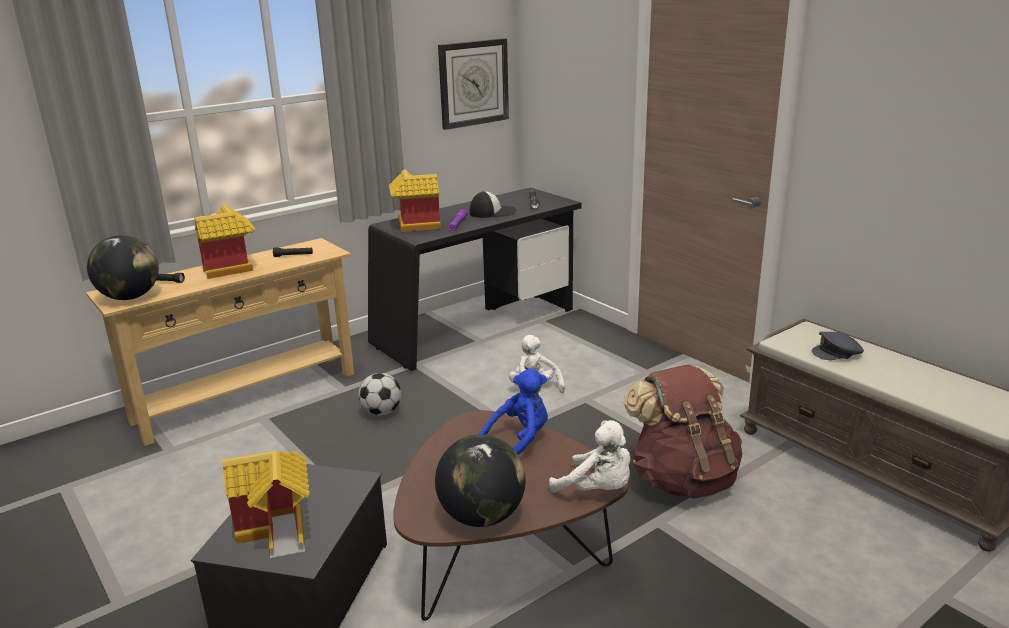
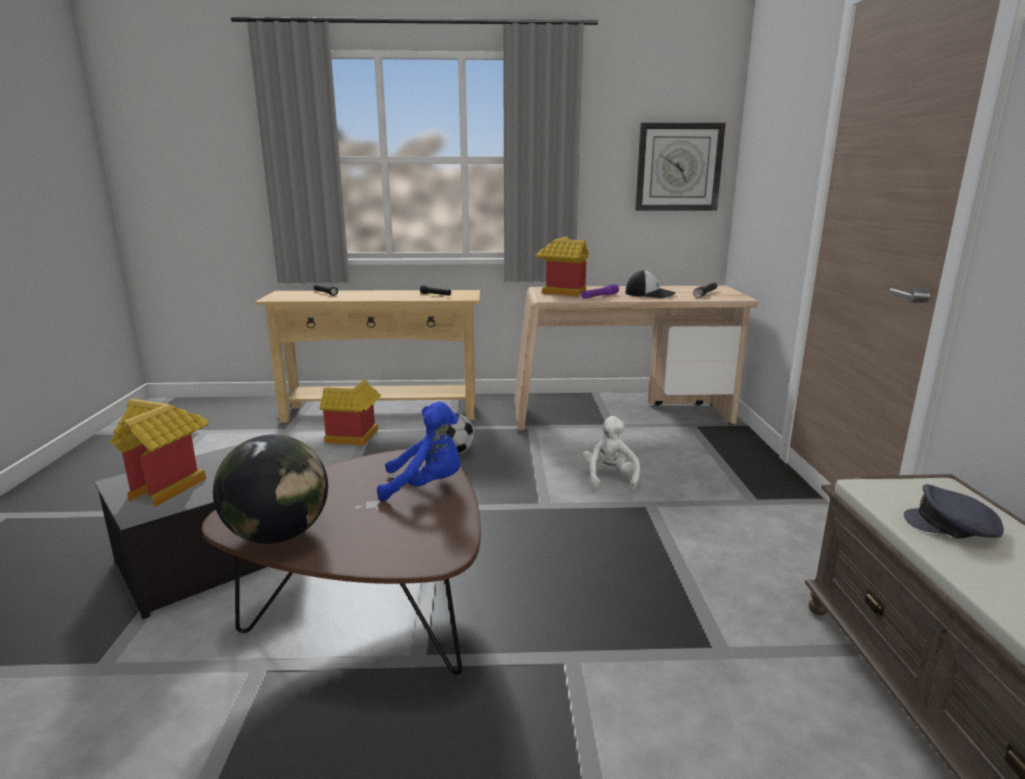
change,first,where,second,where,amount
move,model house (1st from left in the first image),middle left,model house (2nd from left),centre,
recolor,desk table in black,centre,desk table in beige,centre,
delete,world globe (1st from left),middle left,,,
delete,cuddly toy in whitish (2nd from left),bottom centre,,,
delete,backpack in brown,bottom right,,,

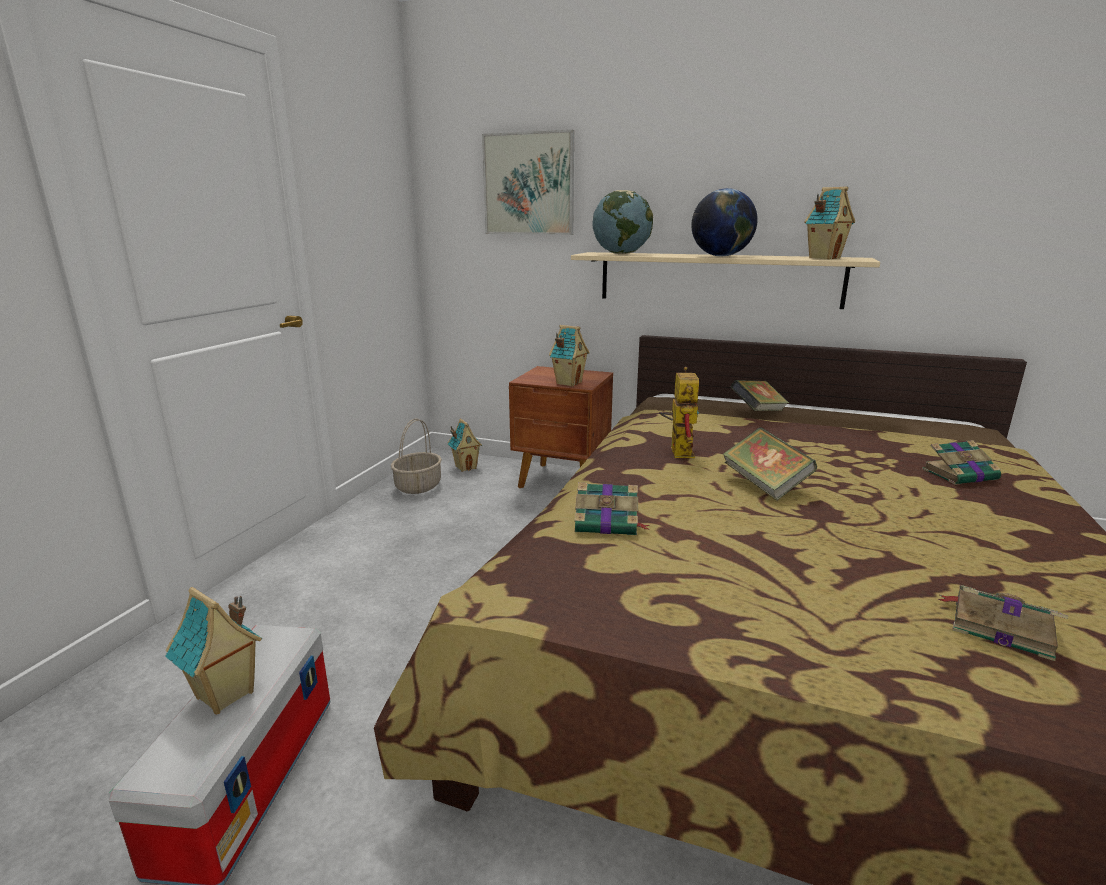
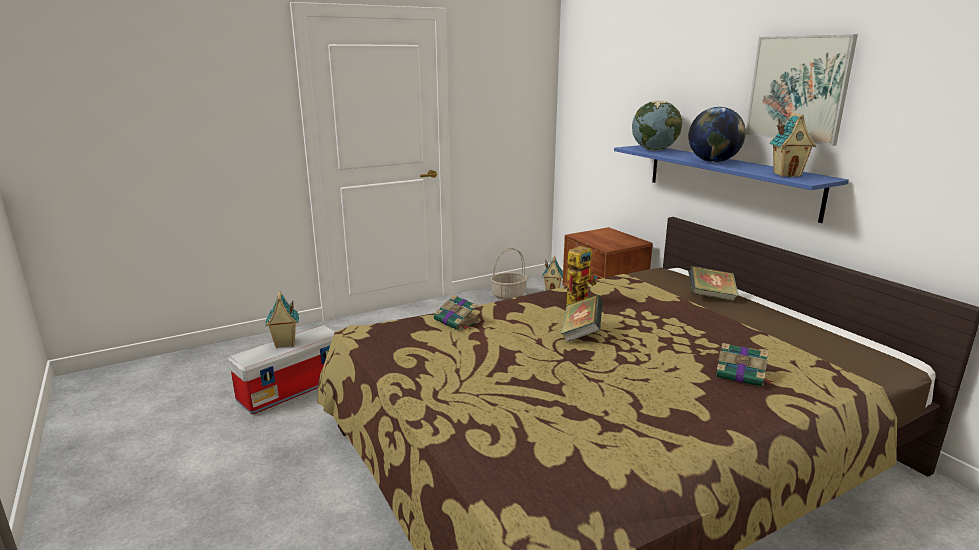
change,first,where,second,where,amount
recolor,bracket shelf in beige,top centre,bracket shelf in bluish,middle right,
move,wall art,top centre,,top right,
delete,model house (3rd from left),centre,,,
delete,book (5th from left),bottom right,,,

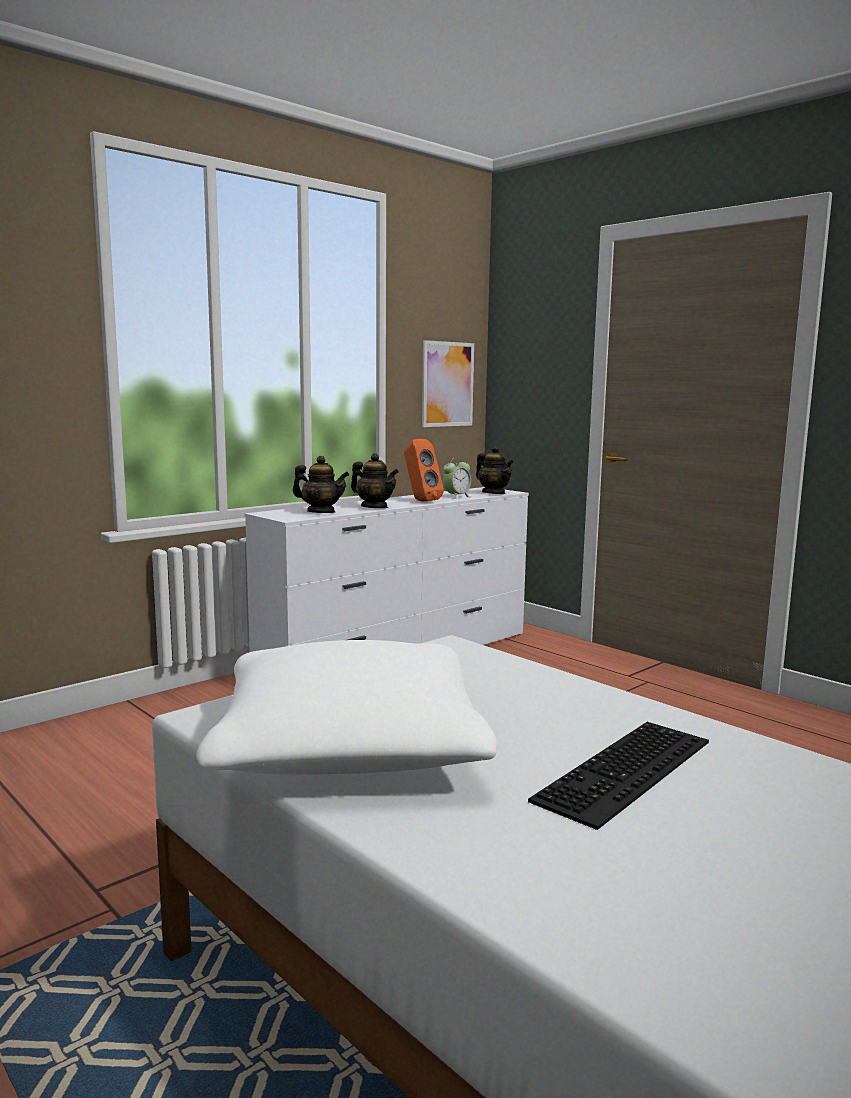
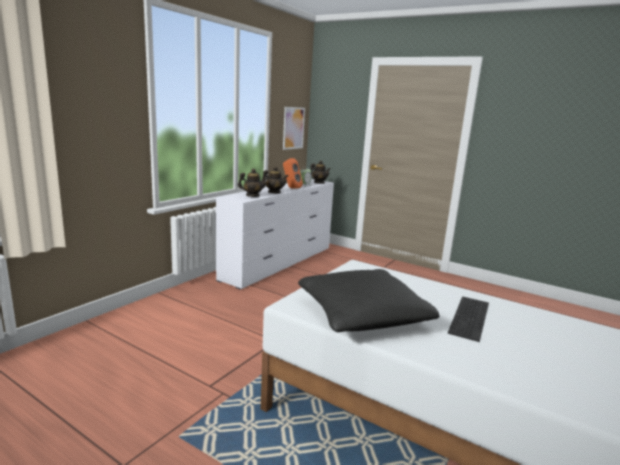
change,first,where,second,where,amount
recolor,cushion in whitish,centre,cushion in black,centre,

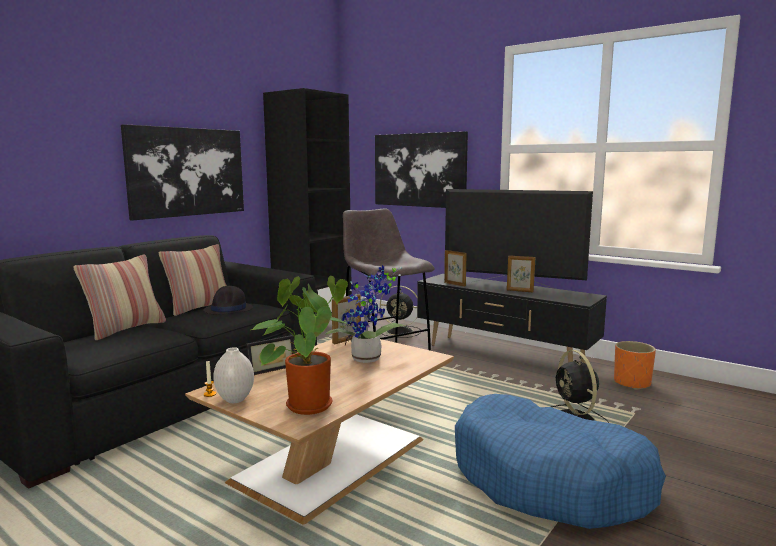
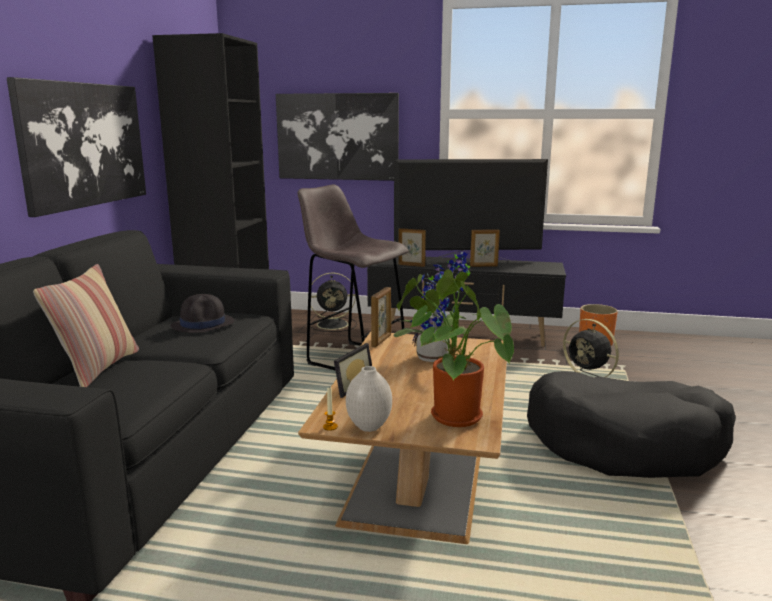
change,first,where,second,where,amount
recolor,dog cushion in bluish,bottom right,dog cushion in black,bottom right,
delete,cushion (2nd from left),middle left,,,

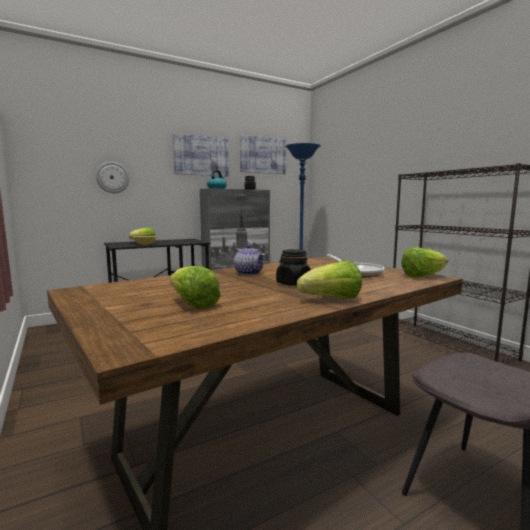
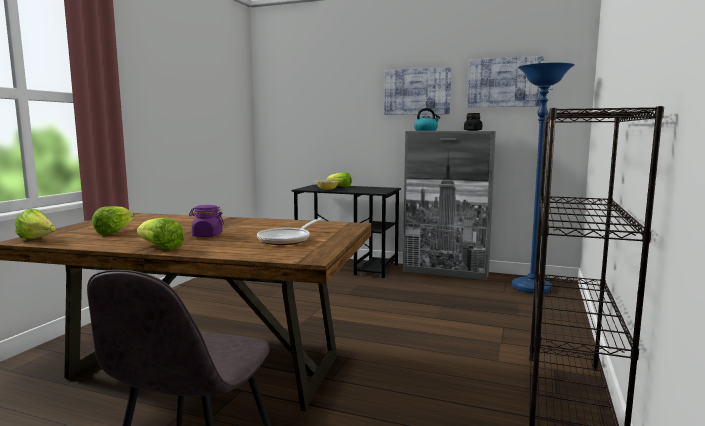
change,first,where,second,where,amount
move,lettuce (4th from left in the first image),middle right,lettuce (1st from left),middle left,
recolor,storage jar in black (2nd from left),centre,storage jar in purple,middle left,
delete,clock on the wall,middle left,,,
delete,tea pot,centre,,,

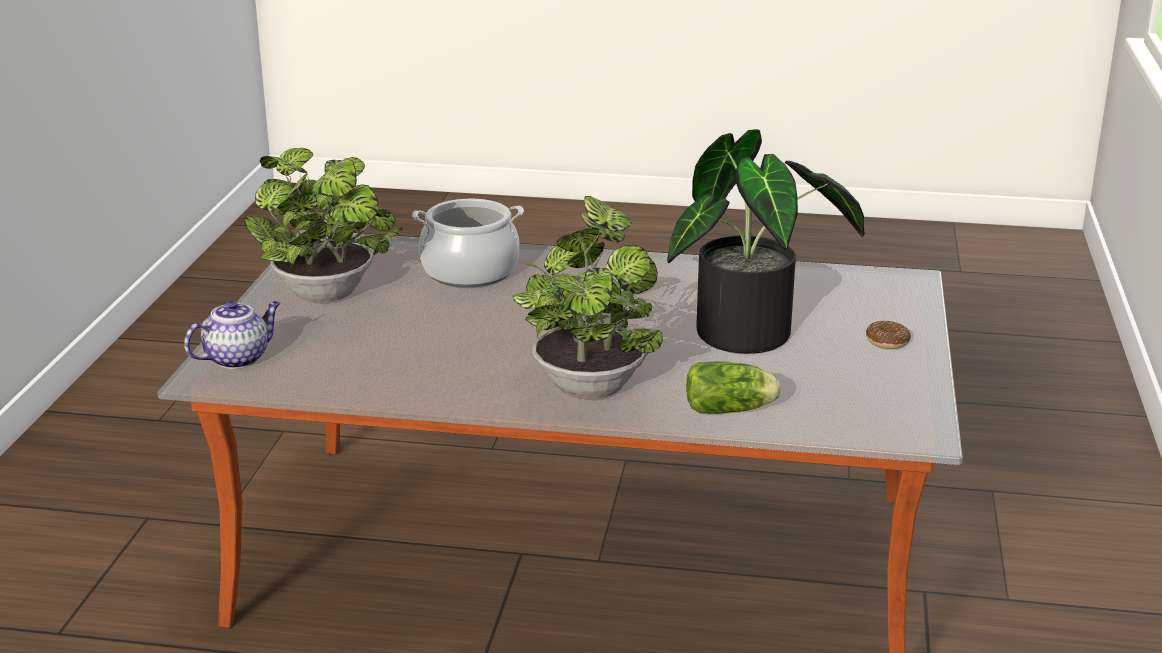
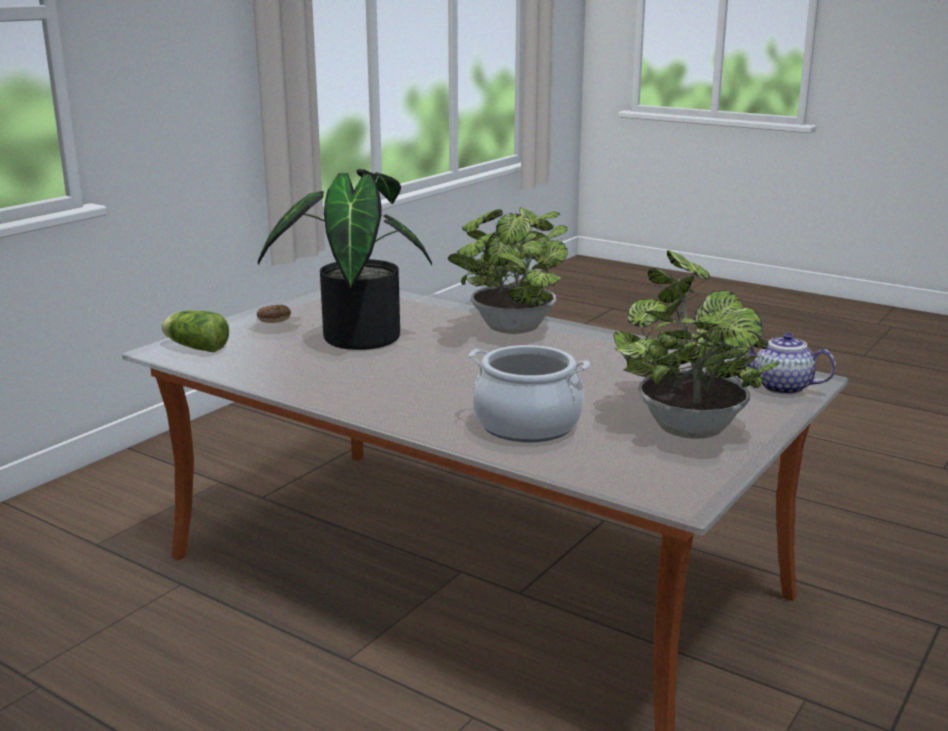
change,first,where,second,where,amount
move,lettuce,centre,,middle left,
rotate,tea pot,middle left,,middle right,45 degrees clockwise

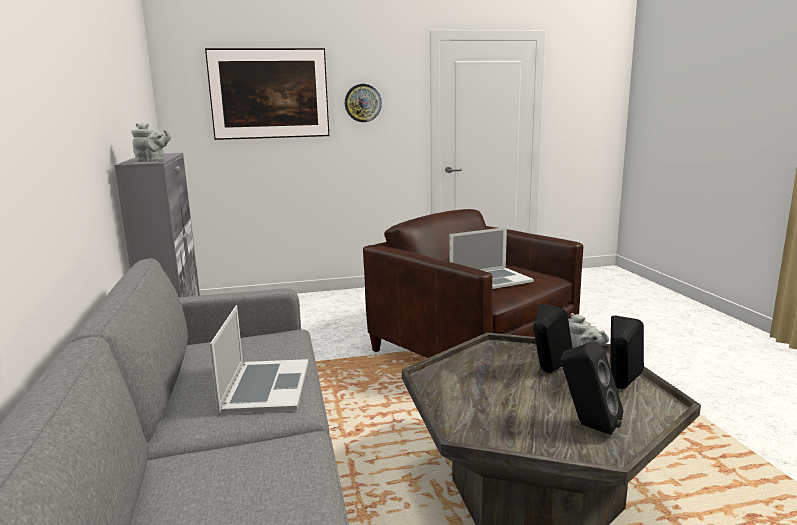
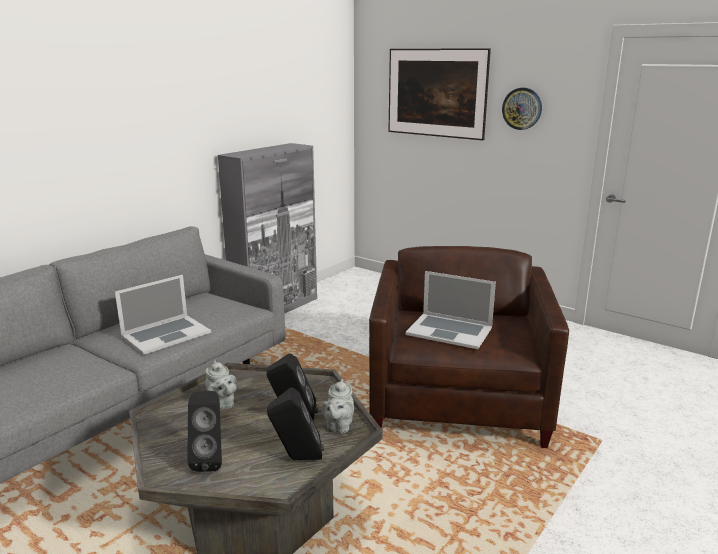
change,first,where,second,where,amount
move,tea pot in greyish (1st from left),top left,,bottom left,

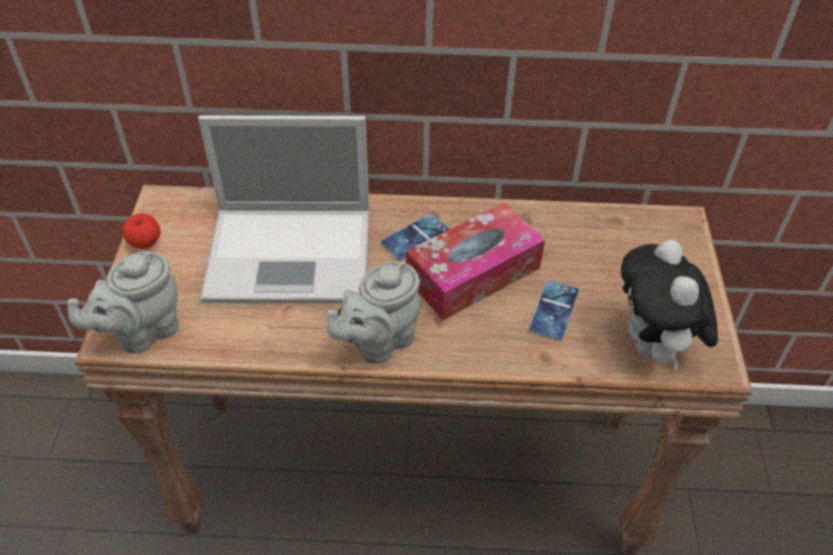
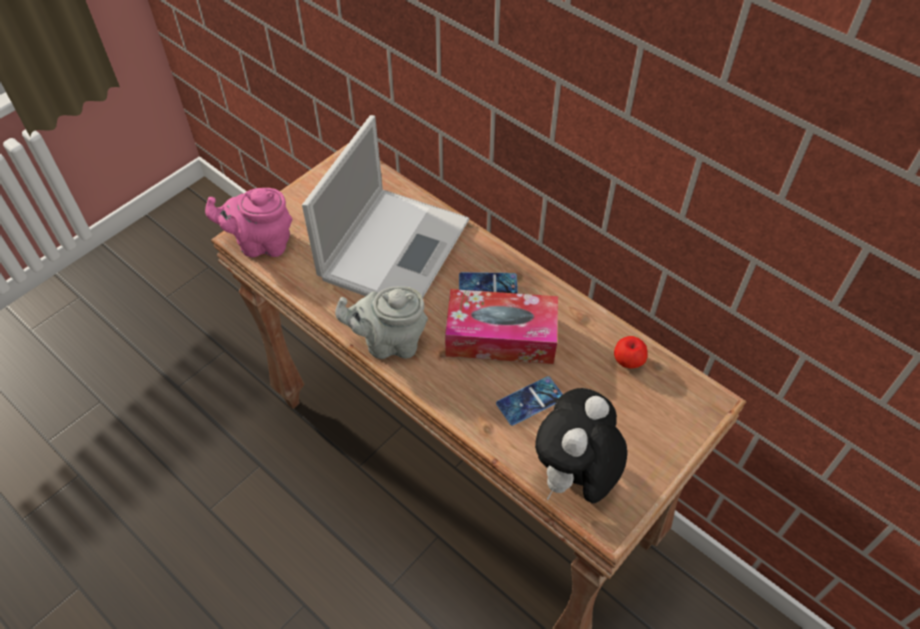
change,first,where,second,where,amount
recolor,tea pot in greyish (1st from left),middle left,tea pot in pinkish,middle left,
rotate,laptop,centre,,top centre,105 degrees counterclockwise
move,apple fruit,middle left,,middle right,

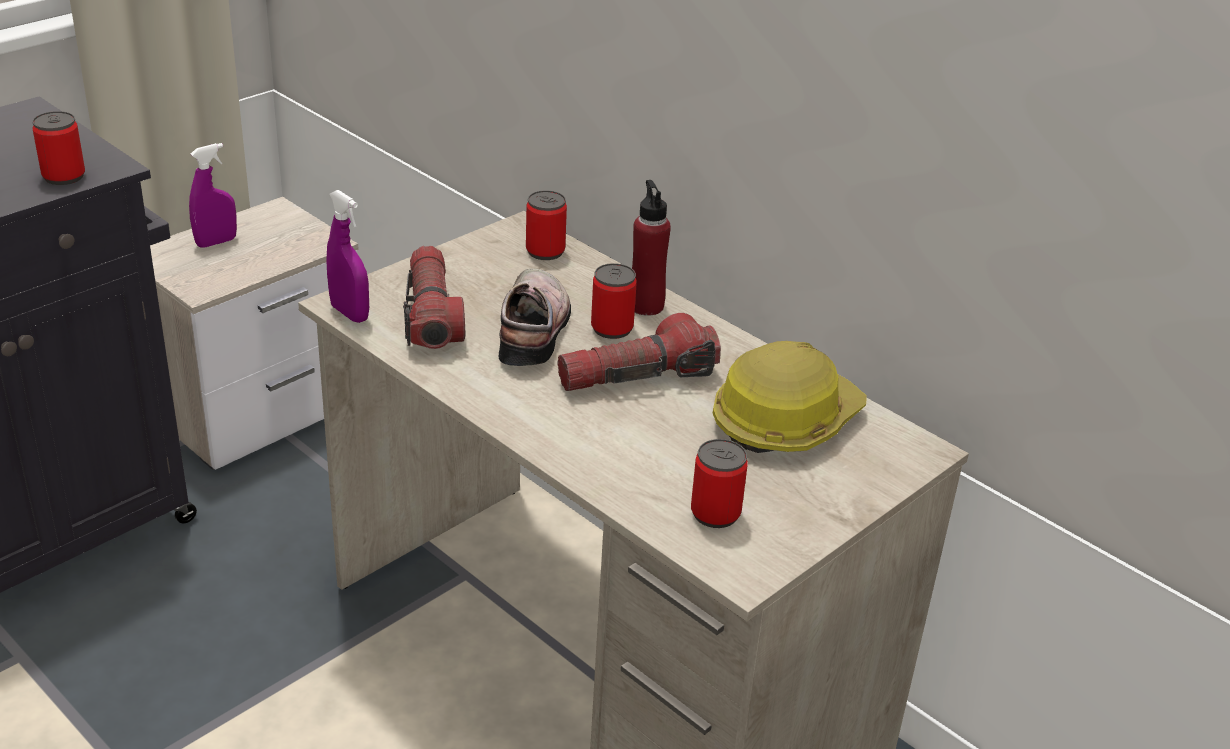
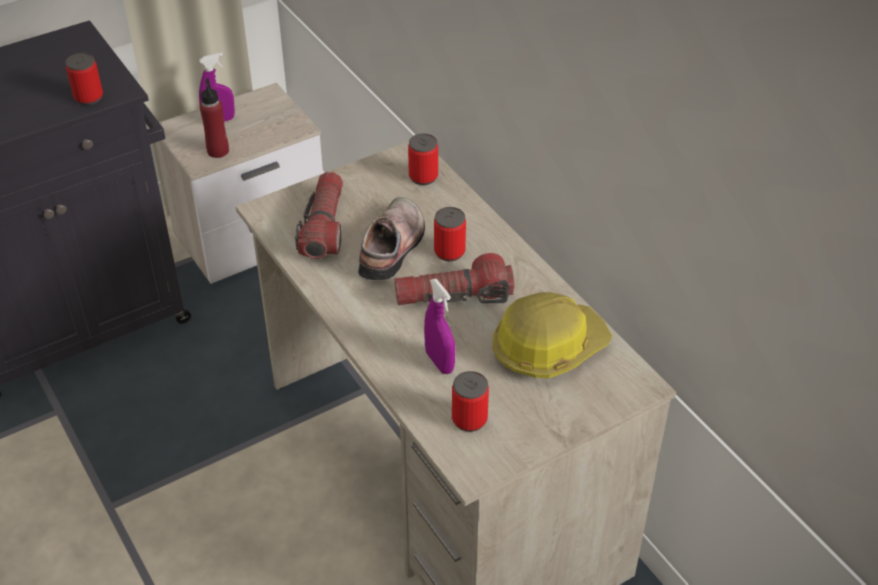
change,first,where,second,where,amount
move,drink bottle in reddish,top centre,,top left,
move,sprayer in purple (2nd from left),middle left,,centre,

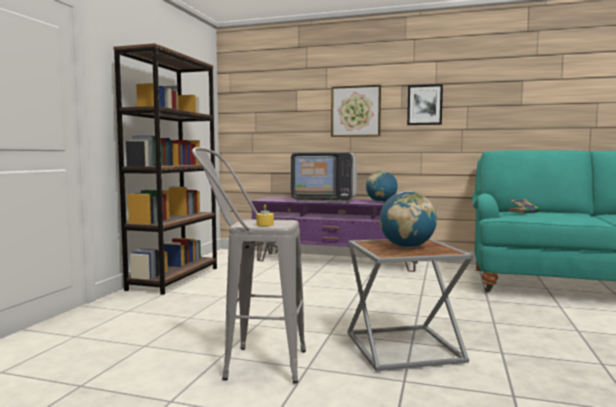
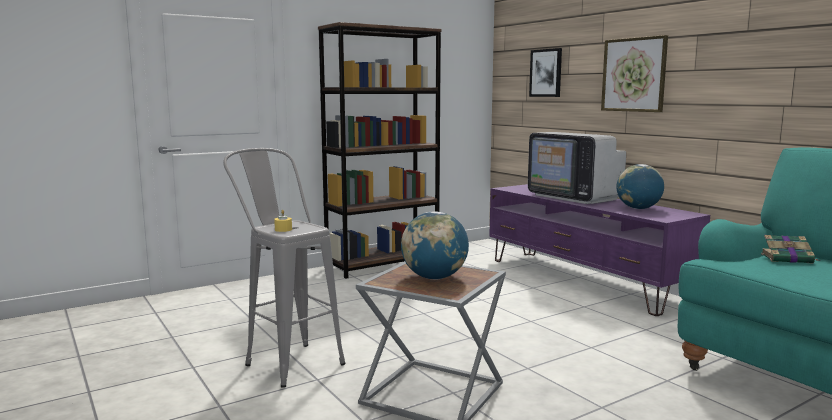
change,first,where,second,where,amount
move,wall art (2nd from left in the first image),top right,wall art (1st from left),top centre,

